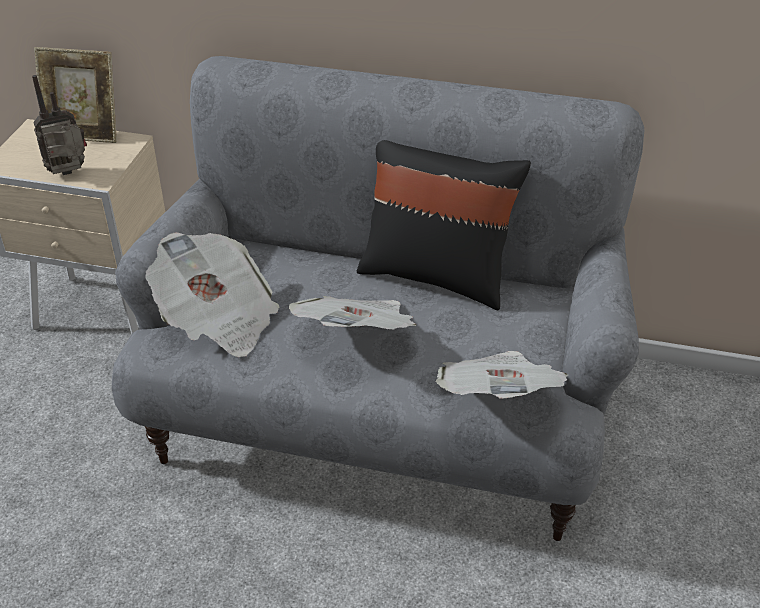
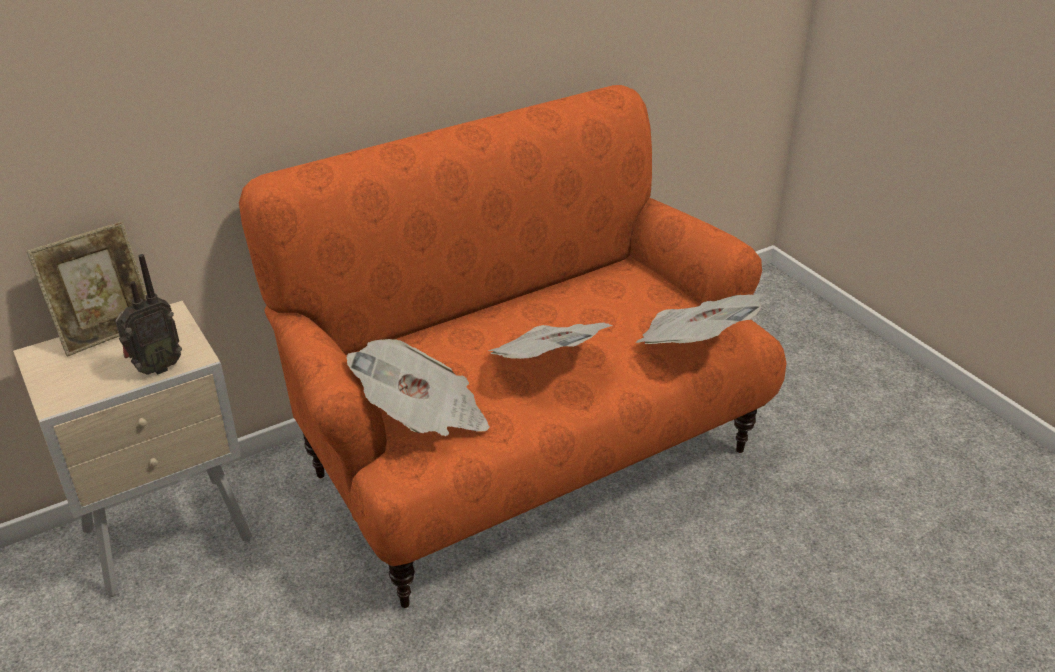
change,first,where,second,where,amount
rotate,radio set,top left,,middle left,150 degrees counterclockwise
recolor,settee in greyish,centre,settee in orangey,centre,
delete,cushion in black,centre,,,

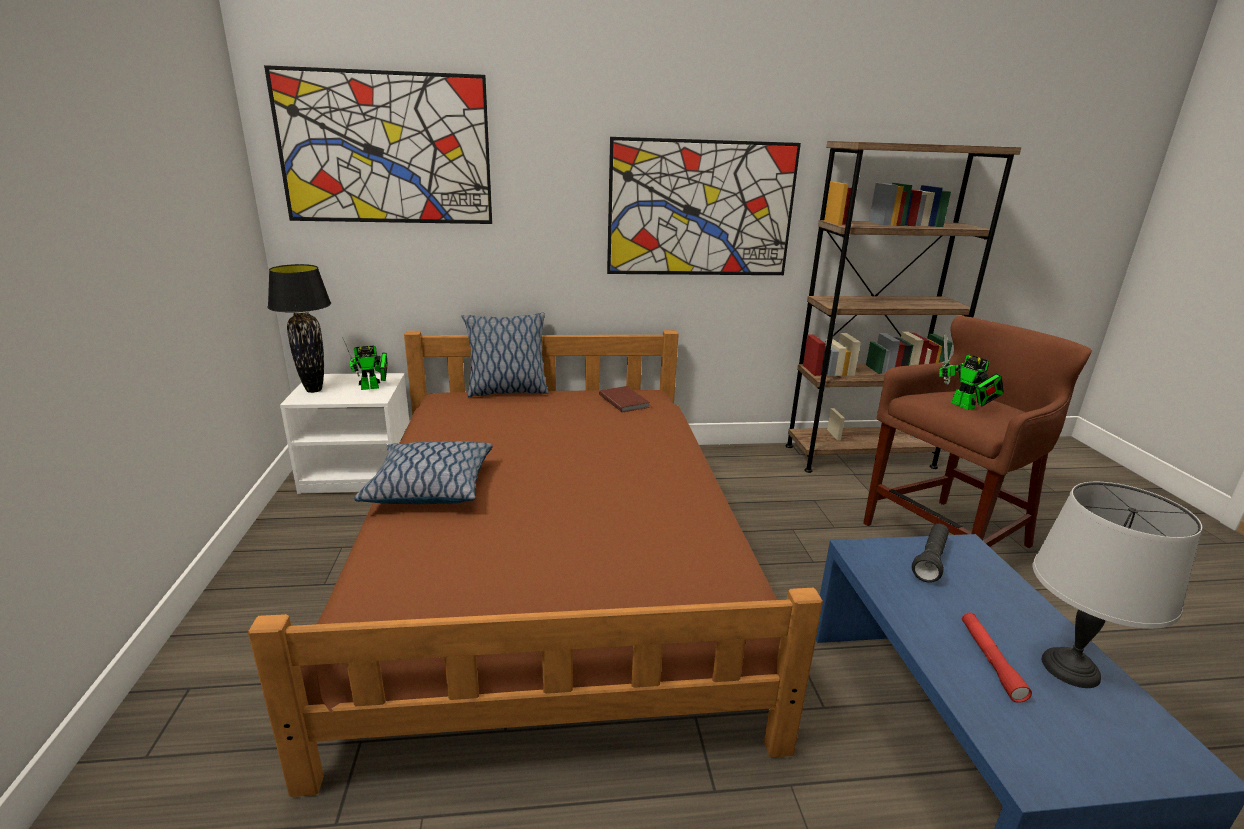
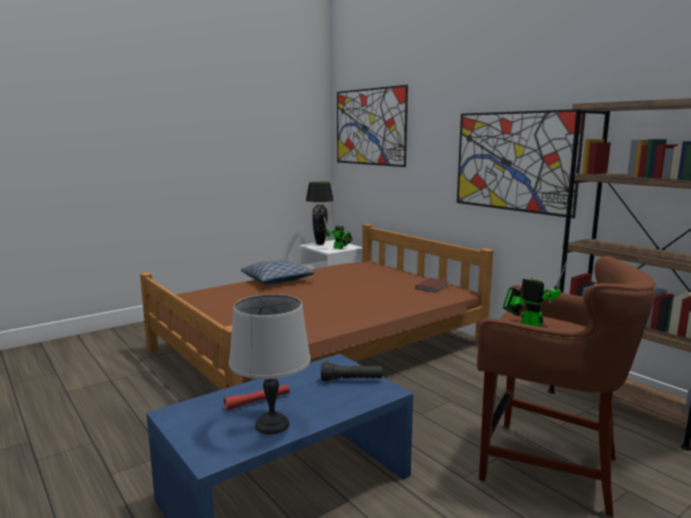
change,first,where,second,where,amount
rotate,robot figure (2nd from left),middle right,,middle right,105 degrees clockwise
delete,cushion (2nd from left),centre,,,

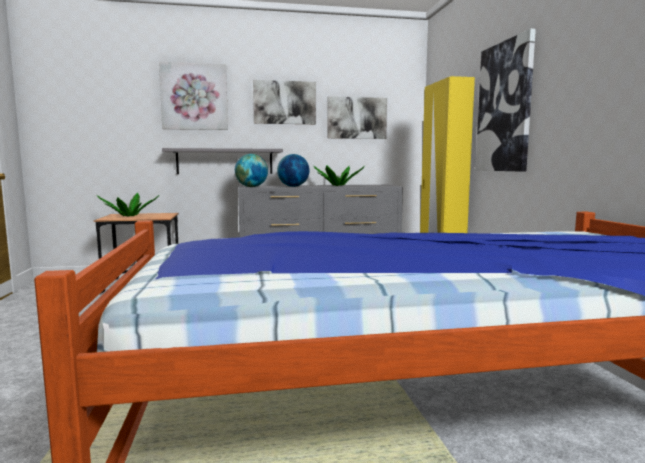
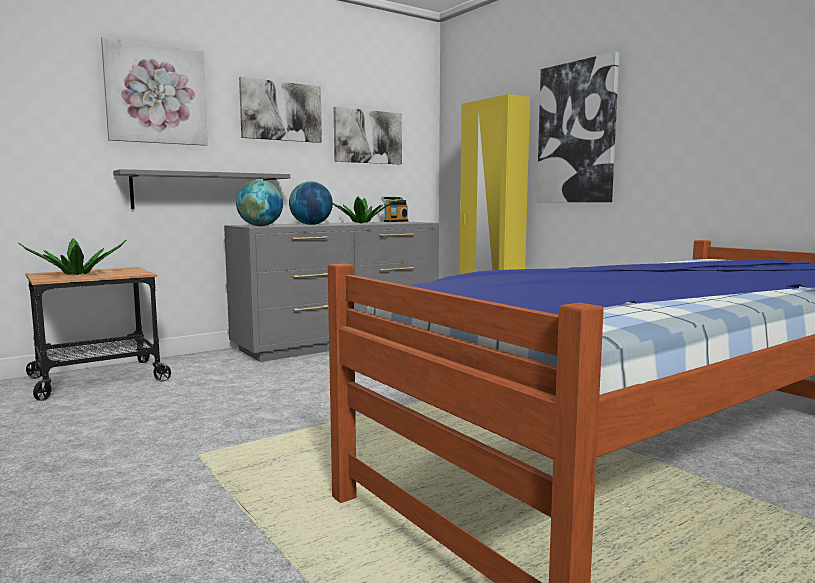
change,first,where,second,where,amount
insert,,,radio set,centre,

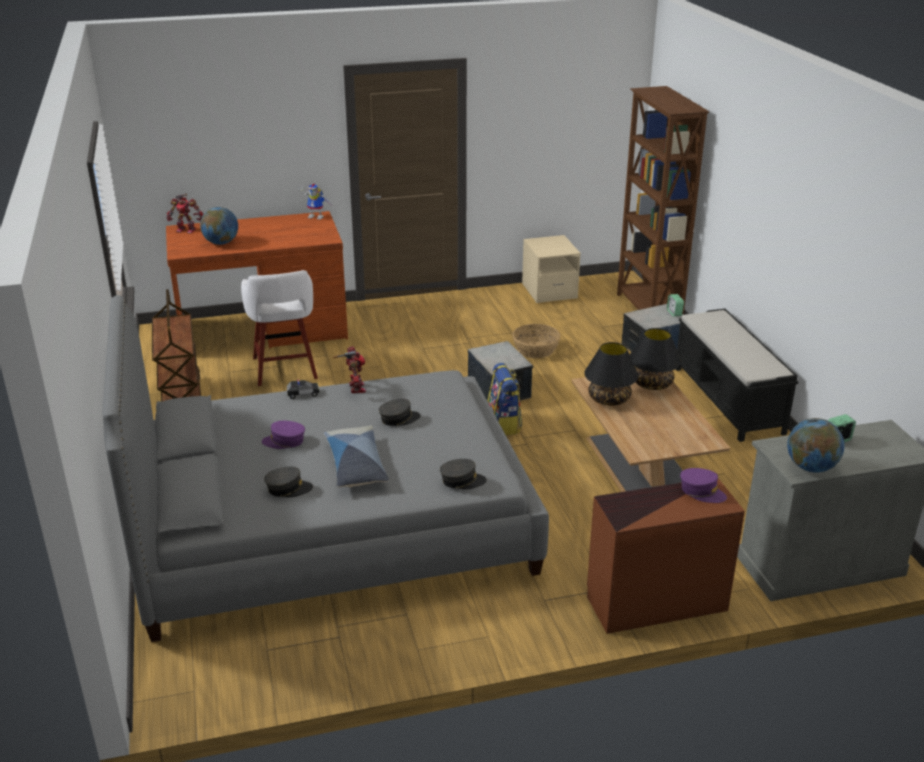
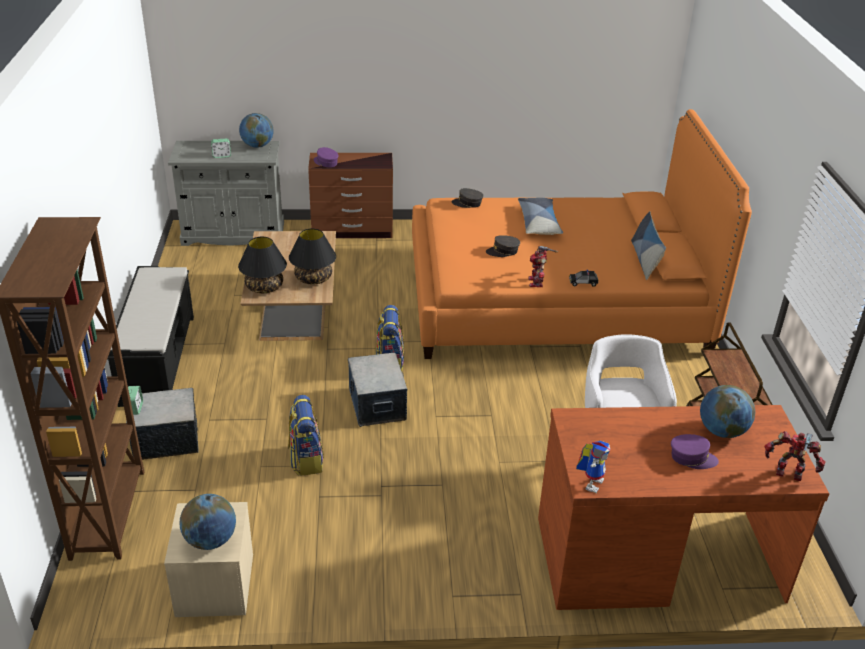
change,first,where,second,where,amount
insert,,,world globe (1st from left),bottom left,
replace,storage basket,centre,backpack (1st from left),bottom centre,
recolor,bedroom bed in greyish,centre,bedroom bed in orangey,middle right,
rotate,robot figure (2nd from left),top centre,,bottom right,90 degrees clockwise
insert,,,cushion (2nd from left),middle right,
move,peaked cap in purple (1st from left in the first image),middle left,peaked cap in purple (2nd from left),bottom right,
delete,peaked cap in greyish (1st from left),middle left,,,

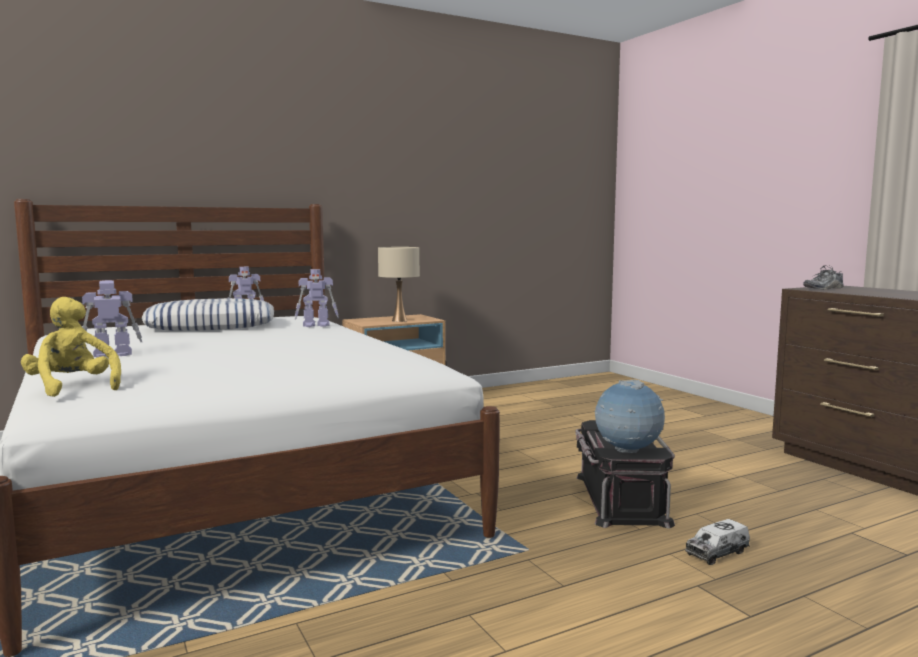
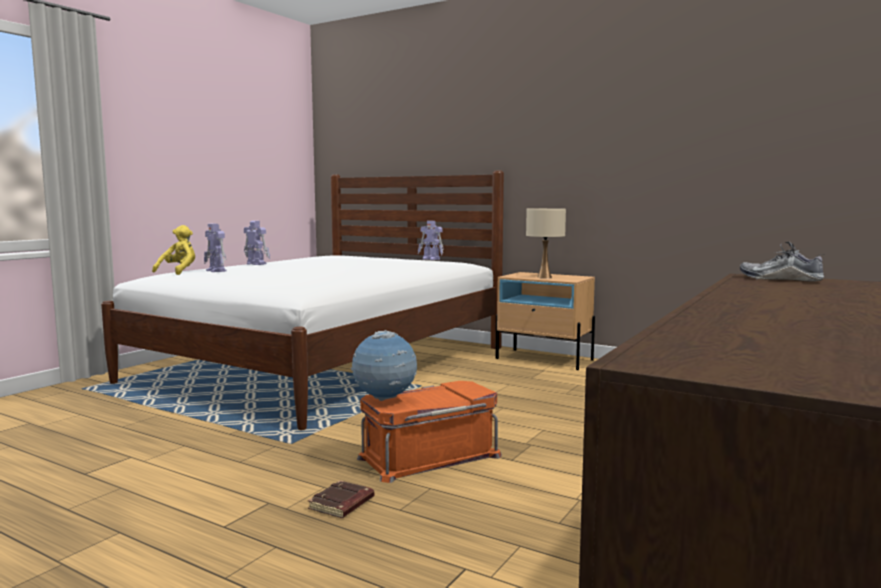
change,first,where,second,where,amount
move,robot figure (3rd from left in the first image),centre,robot figure (1st from left),middle left,
replace,model truck,bottom right,book in brown,bottom centre,
recolor,storage bin in black,bottom right,storage bin in orangey,bottom centre,
delete,cushion,middle left,,,

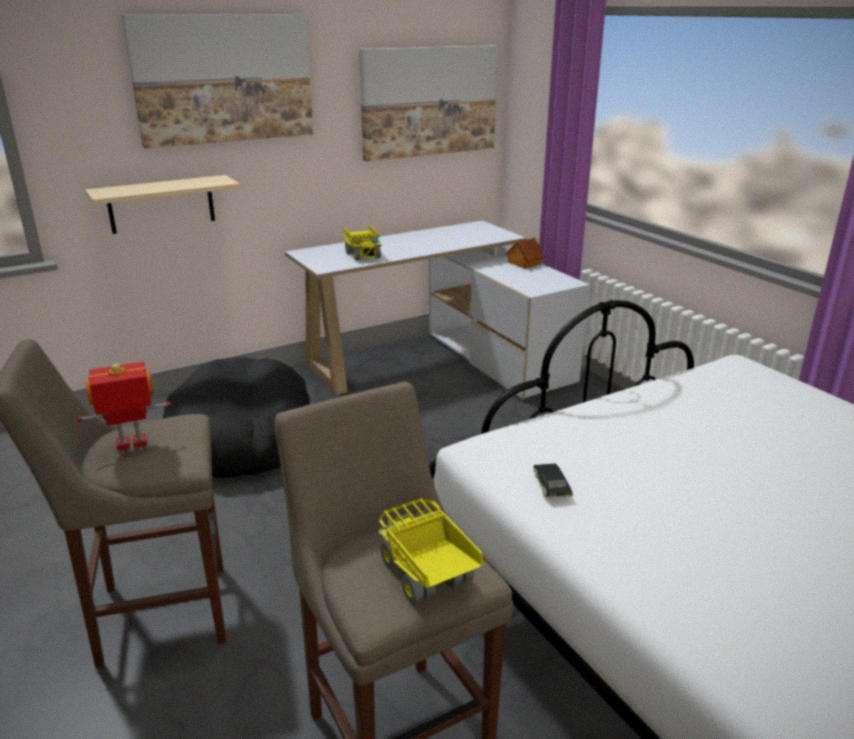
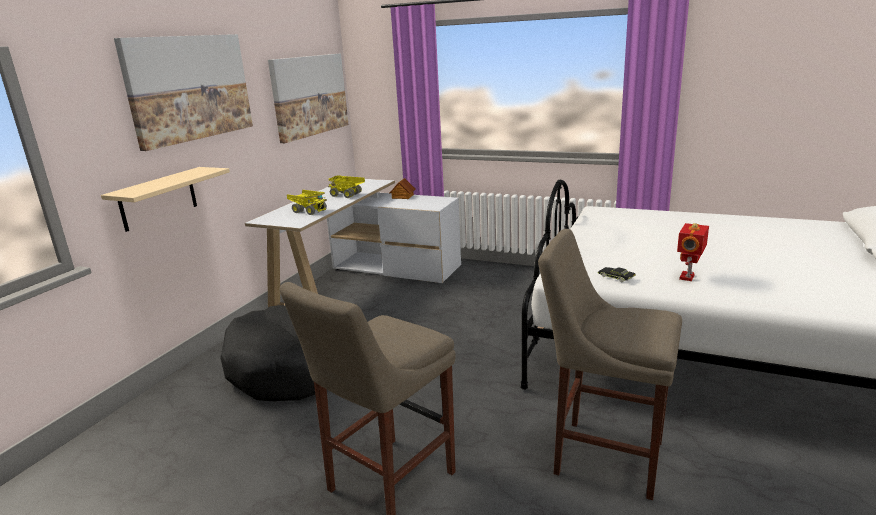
change,first,where,second,where,amount
move,model truck (2nd from left),bottom centre,,centre,
move,robot figure,middle left,,middle right,

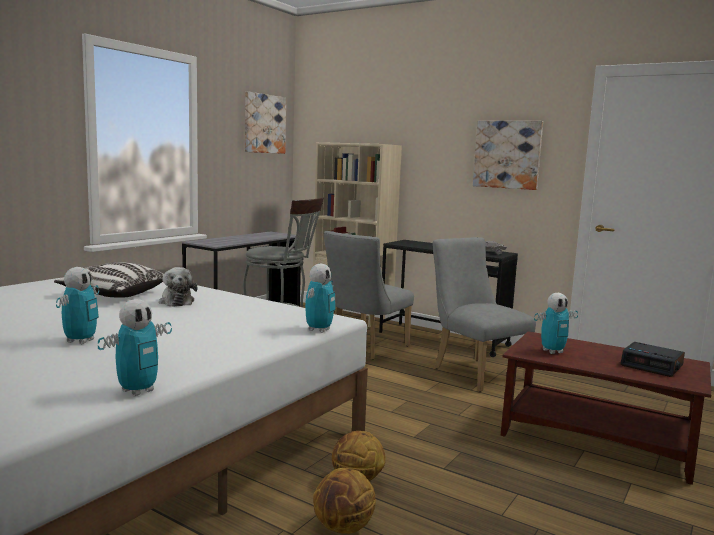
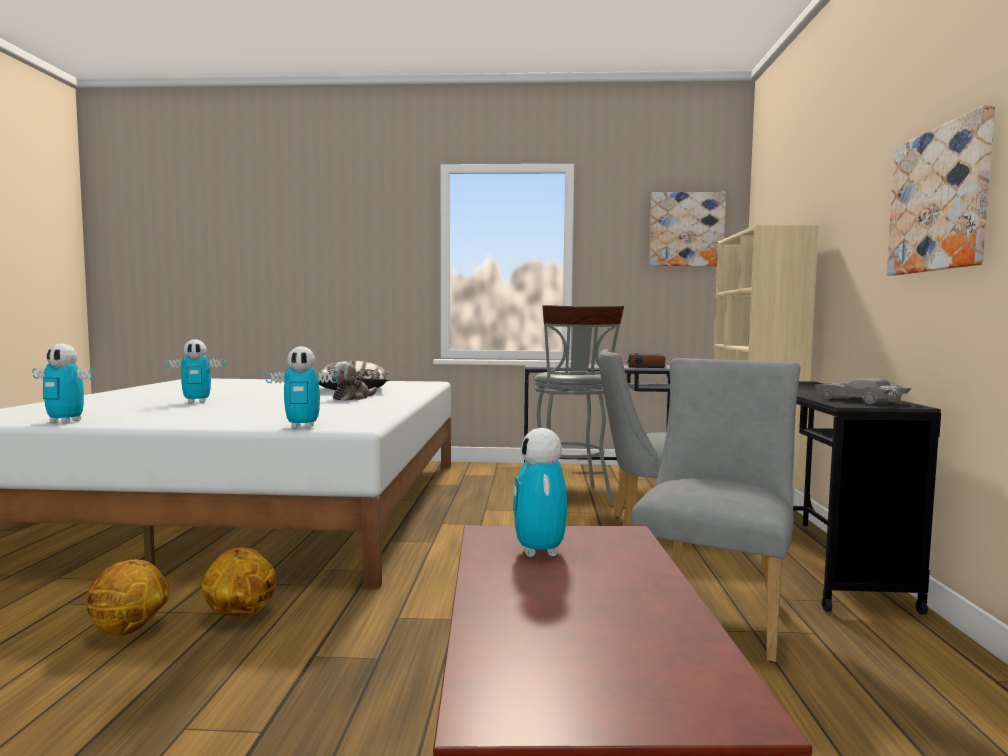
change,first,where,second,where,amount
rotate,robot figure (4th from left),middle right,,centre,45 degrees clockwise
move,alarm clock,bottom right,,centre,

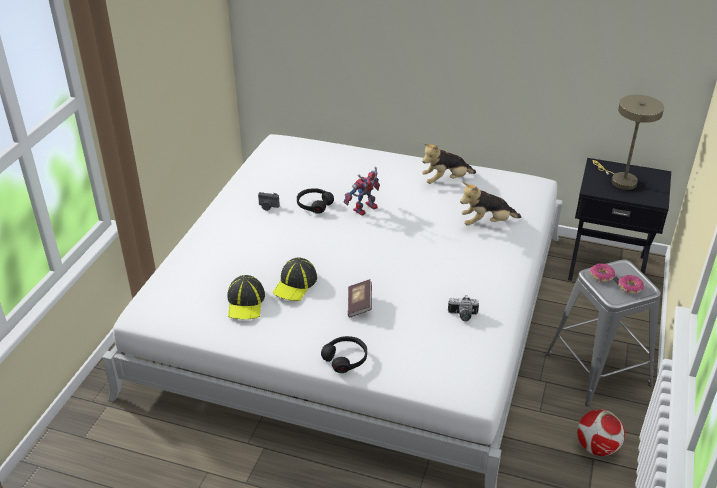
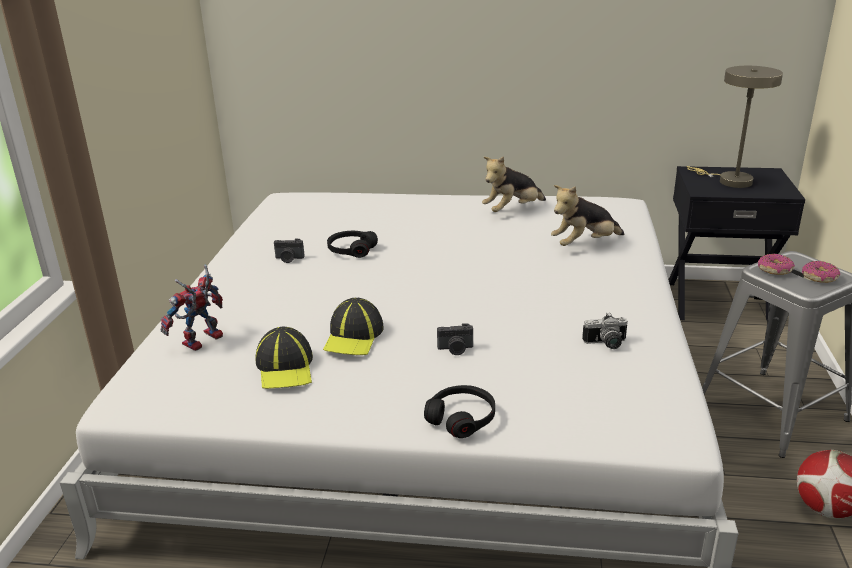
change,first,where,second,where,amount
move,robot figure,centre,,middle left,
replace,book,centre,still camera (2nd from left),centre,

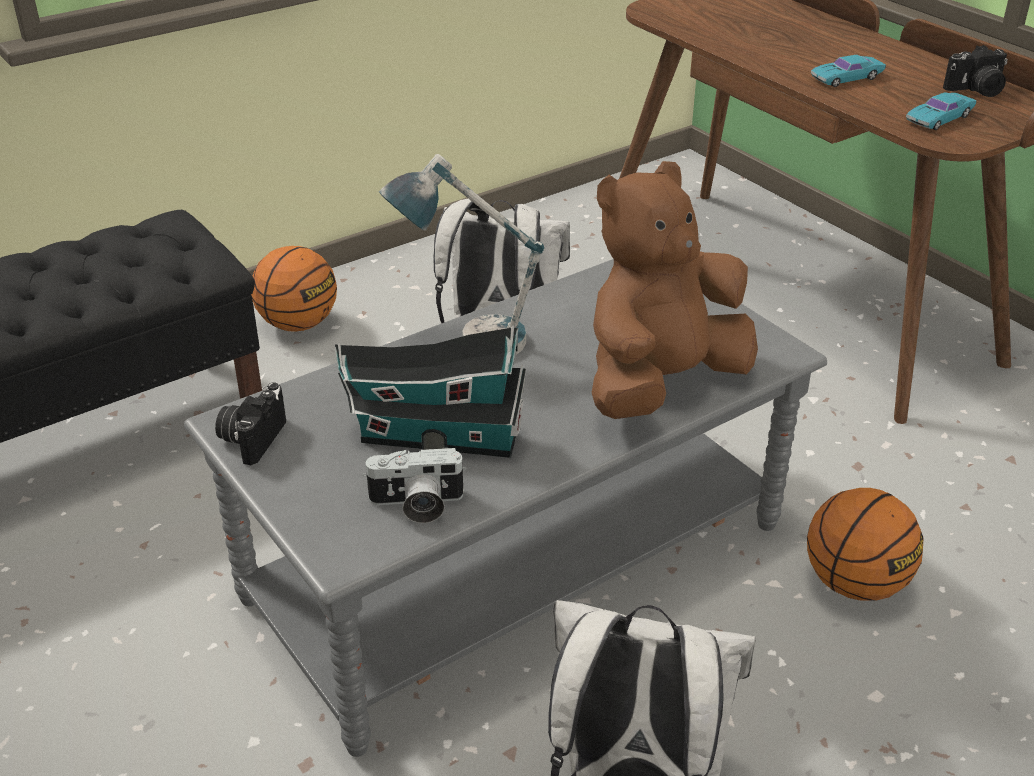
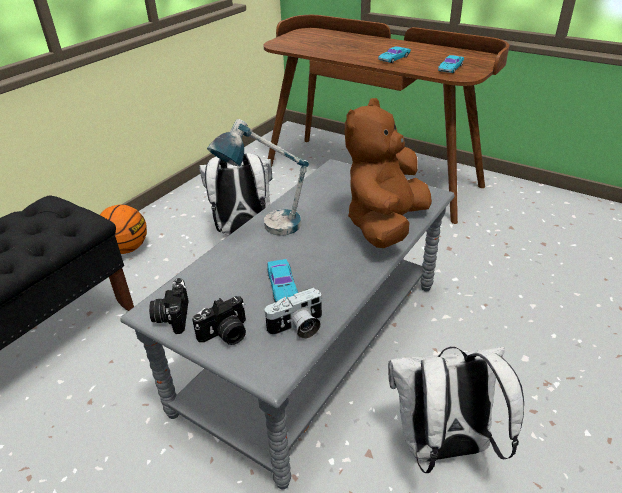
change,first,where,second,where,amount
move,still camera (3rd from left in the first image),top right,still camera (2nd from left),centre,
replace,model house,centre,toy car in turquoise-coloured (1st from left),centre,
delete,basketball ball (2nd from left),bottom right,,,

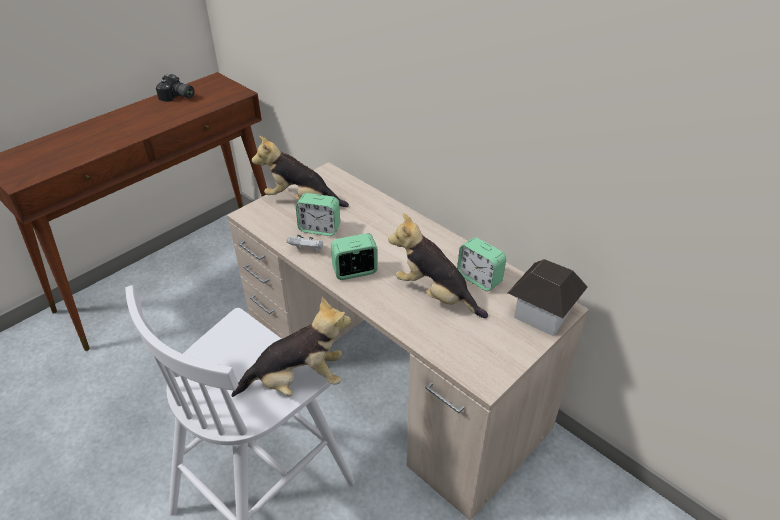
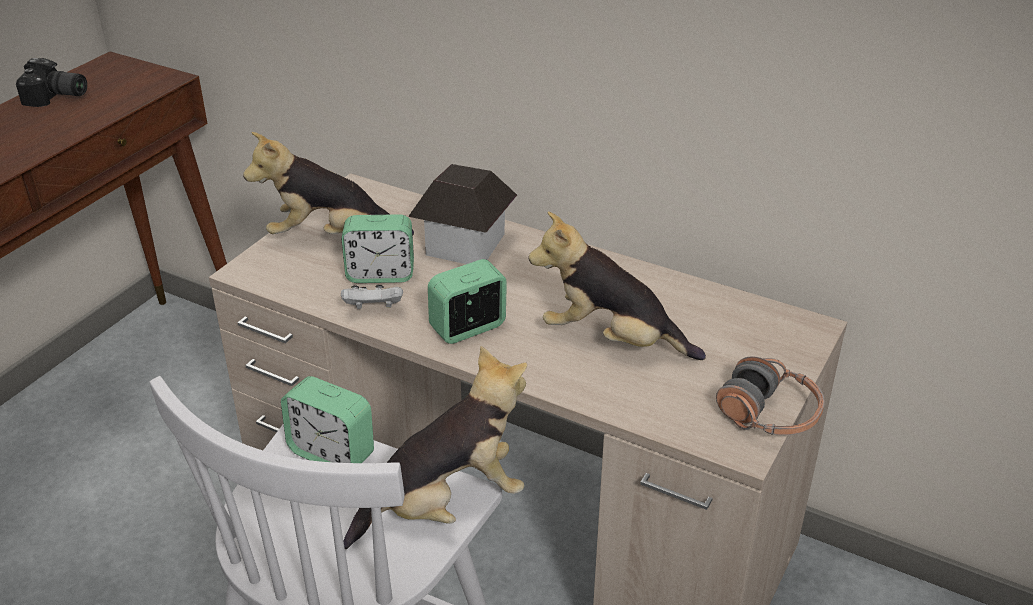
change,first,where,second,where,amount
move,alarm clock (3rd from left in the first image),centre,alarm clock (1st from left),bottom left,
move,model house,middle right,,centre,
insert,,,headset,middle right,

